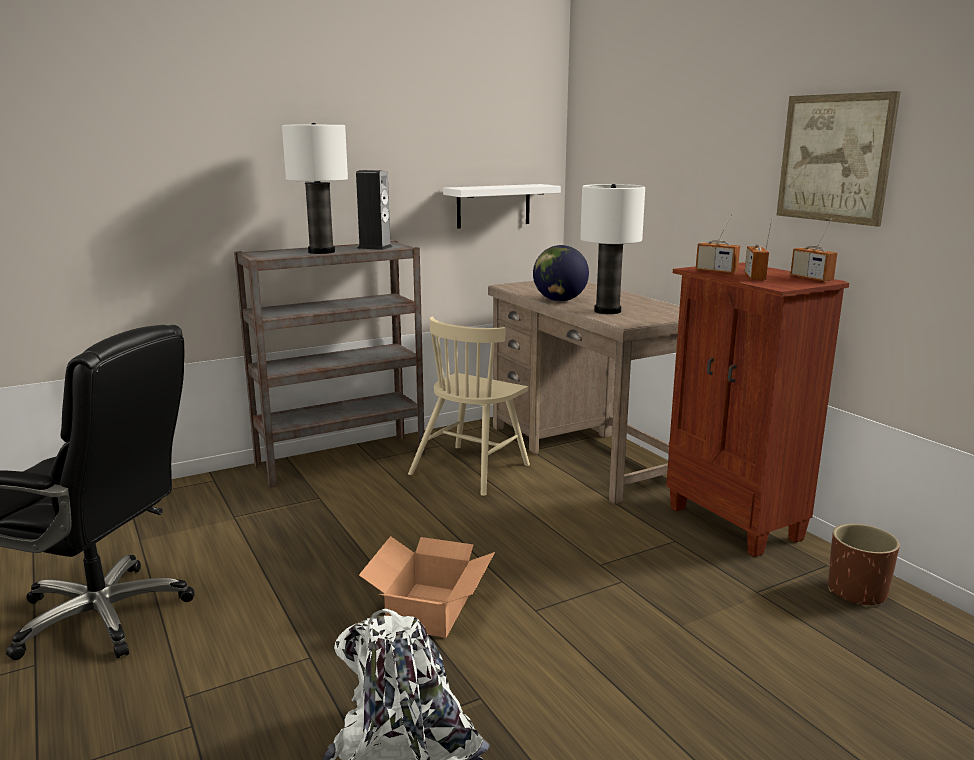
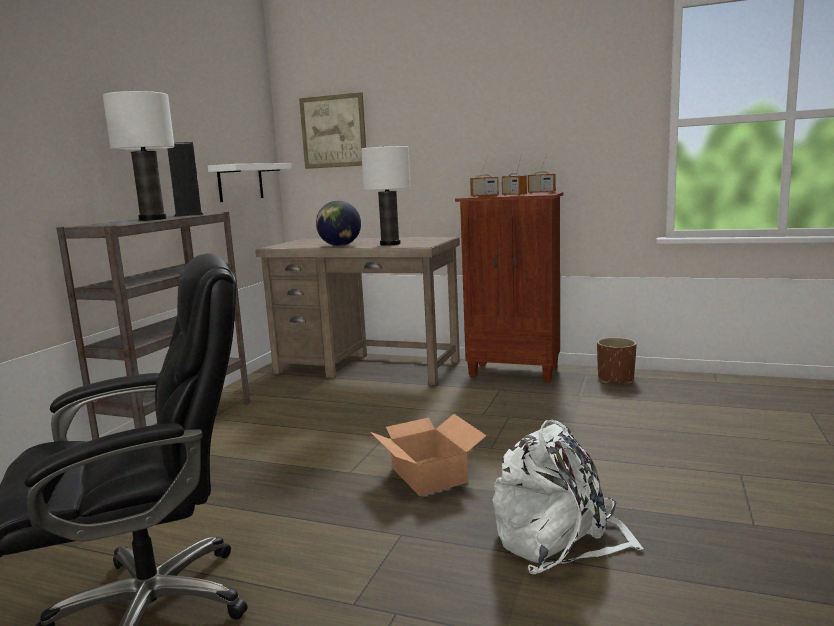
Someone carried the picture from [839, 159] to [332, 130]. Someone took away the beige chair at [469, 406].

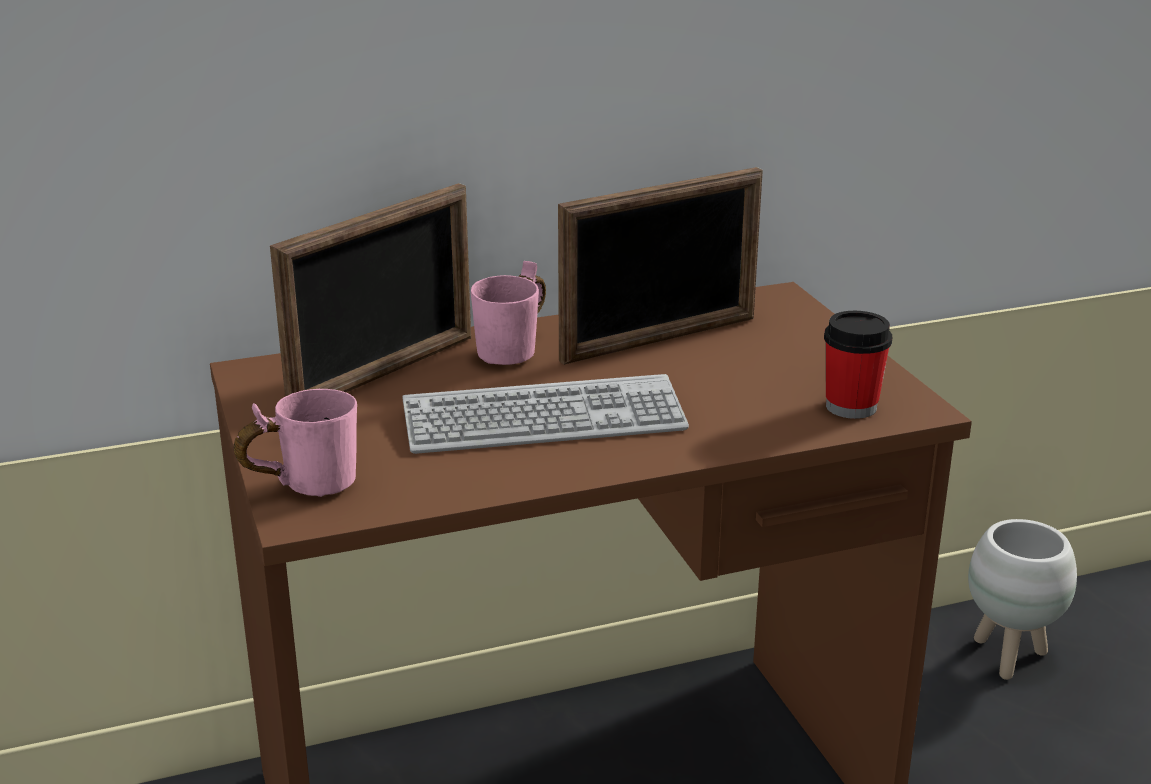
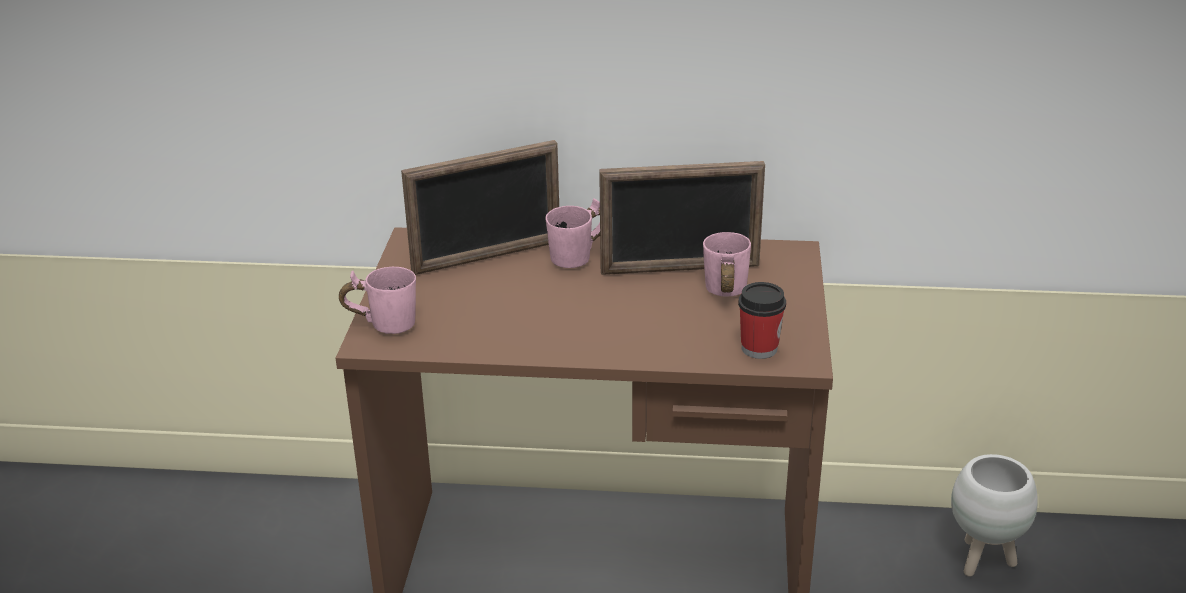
Someone put down the pink mug at [727, 264]. Someone took away the keyboard at [545, 414].

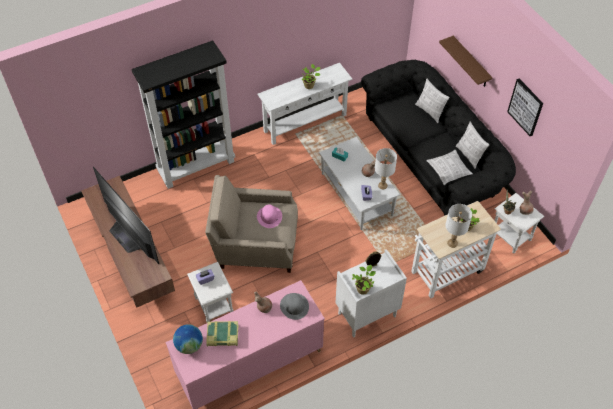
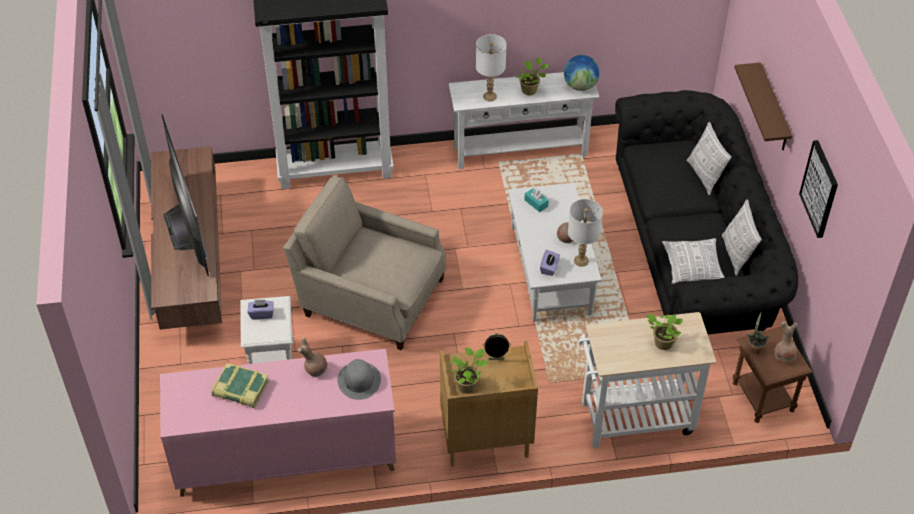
Someone repainted the white cabinet at [371, 293], which became the brown cabinet at [489, 403]. Someone carried the white table lamp from [458, 226] to [491, 67]. Someone carried the globe from [188, 339] to [582, 73]. Someone repainted the white side table at [519, 223], which became the brown side table at [773, 374]. Someone took away the pink hat at [269, 216].

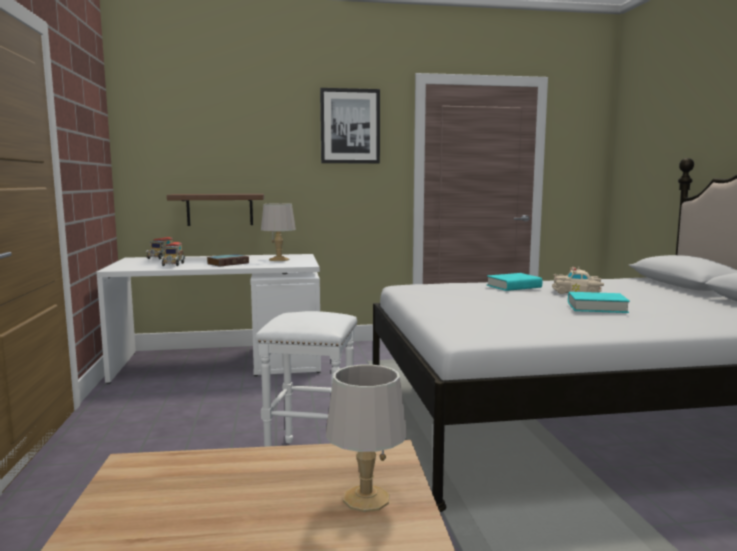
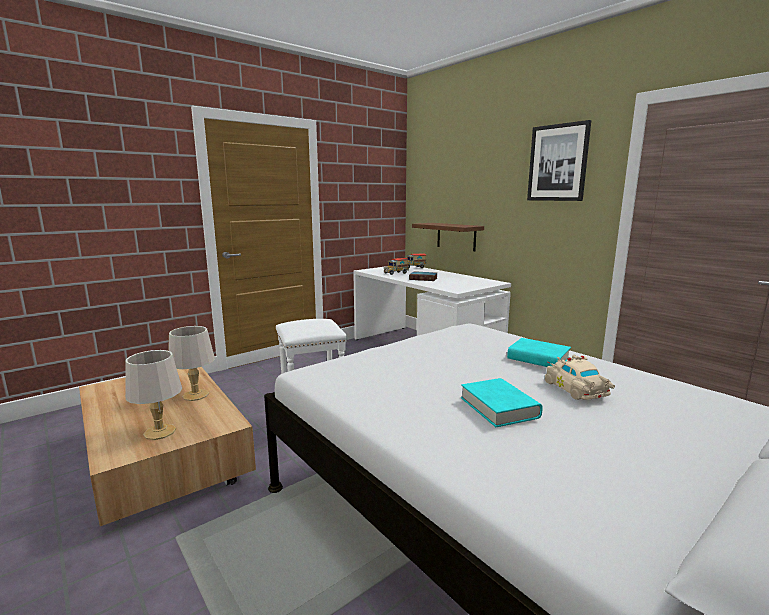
Someone carried the grey table lamp from [278, 232] to [191, 363].

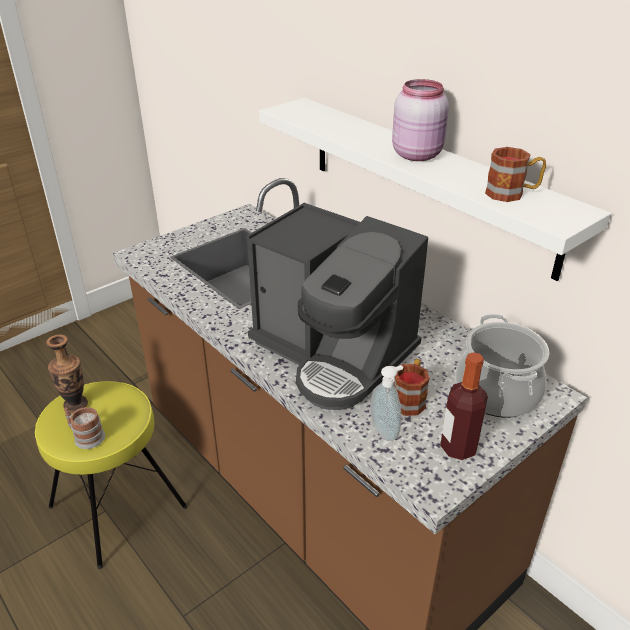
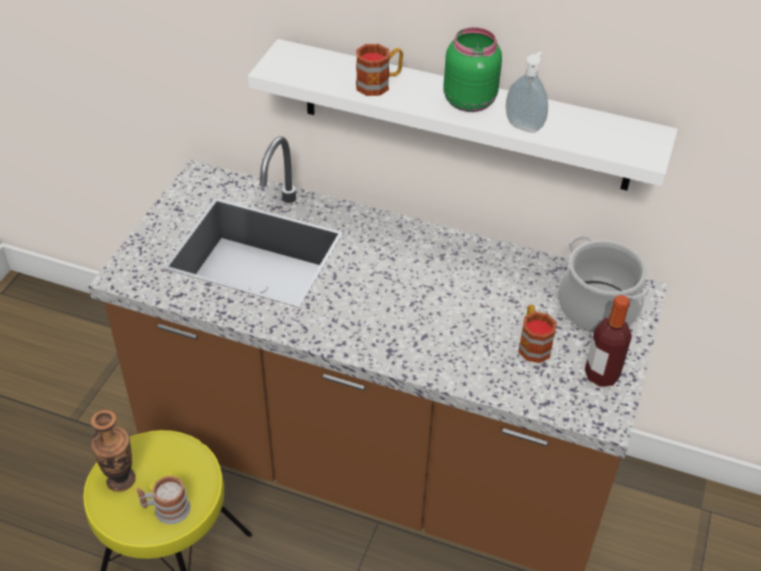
Someone carried the mug from [515, 174] to [379, 70]. Someone repainted the pink jar at [420, 120], which became the green jar at [472, 69]. Someone carried the soap dispenser from [387, 403] to [527, 92]. Someone took away the coffee machine at [337, 306].

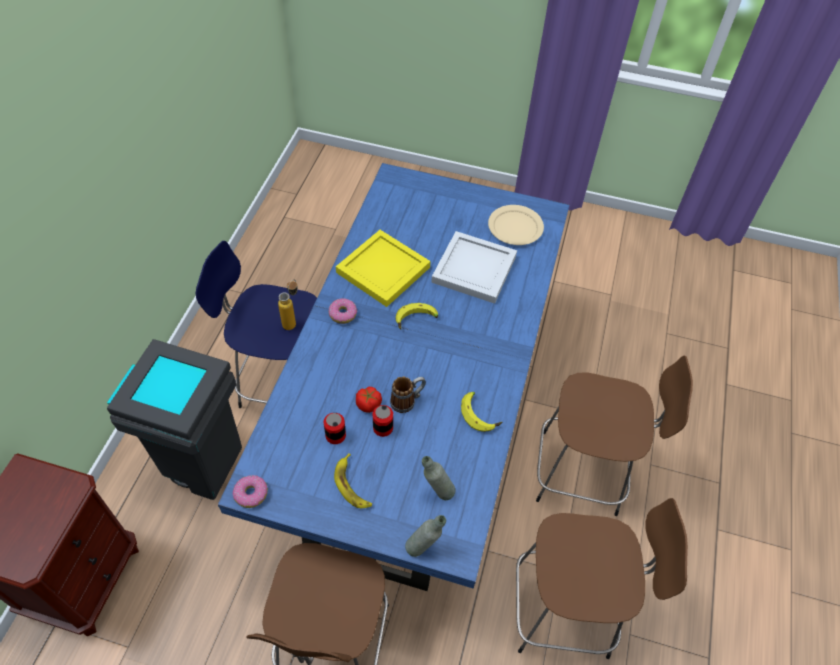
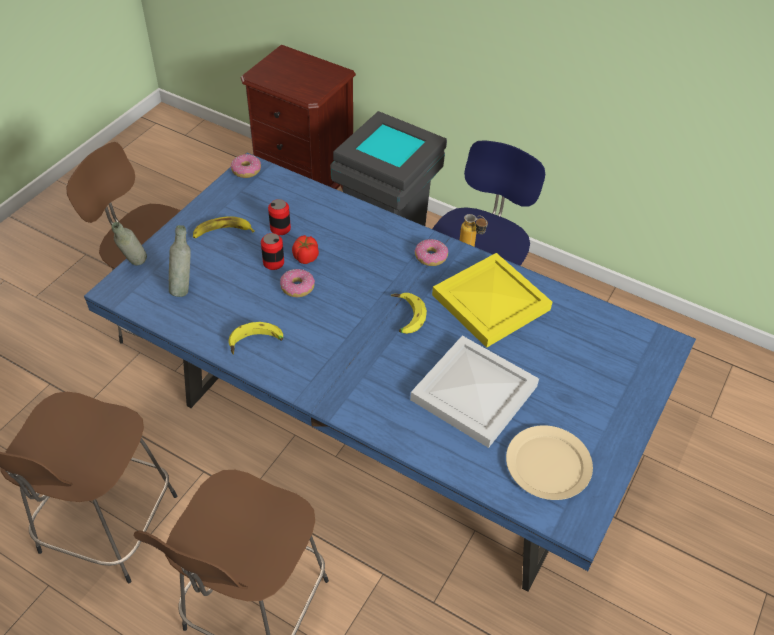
Someone swapped the mug at [408, 395] for the donut at [297, 283].

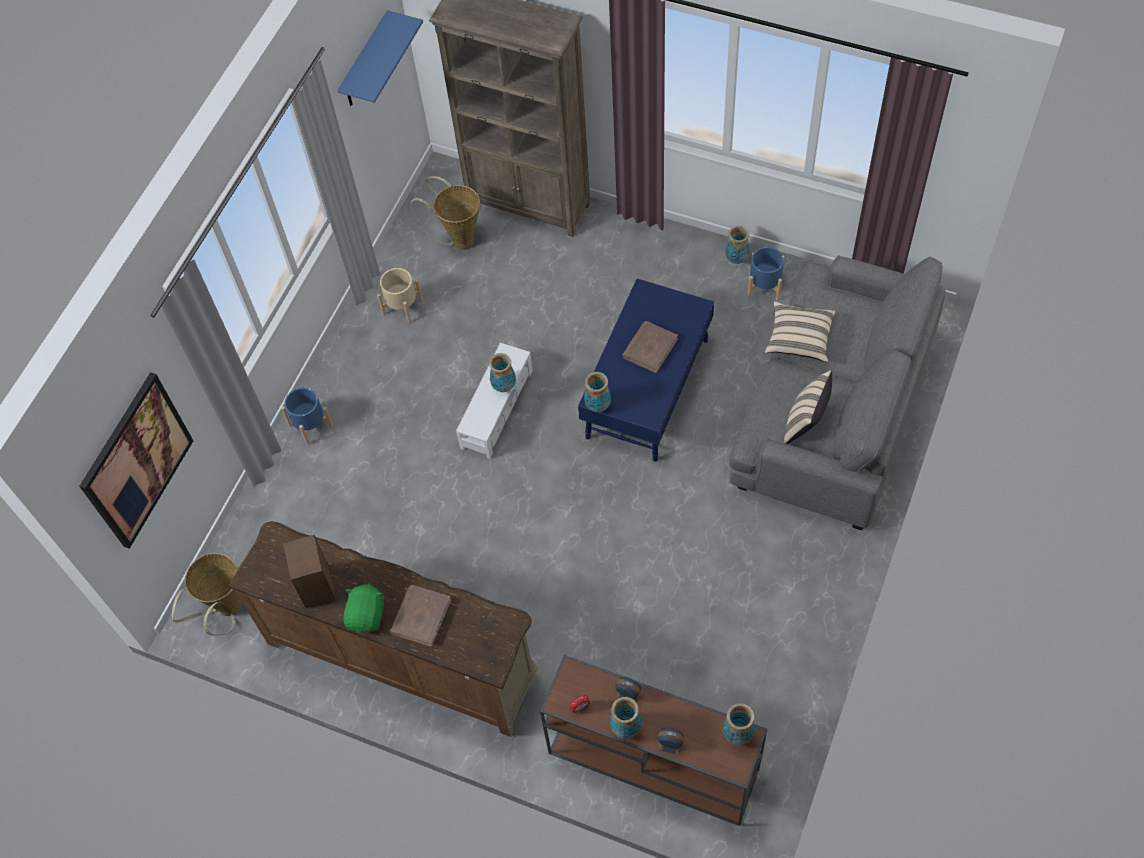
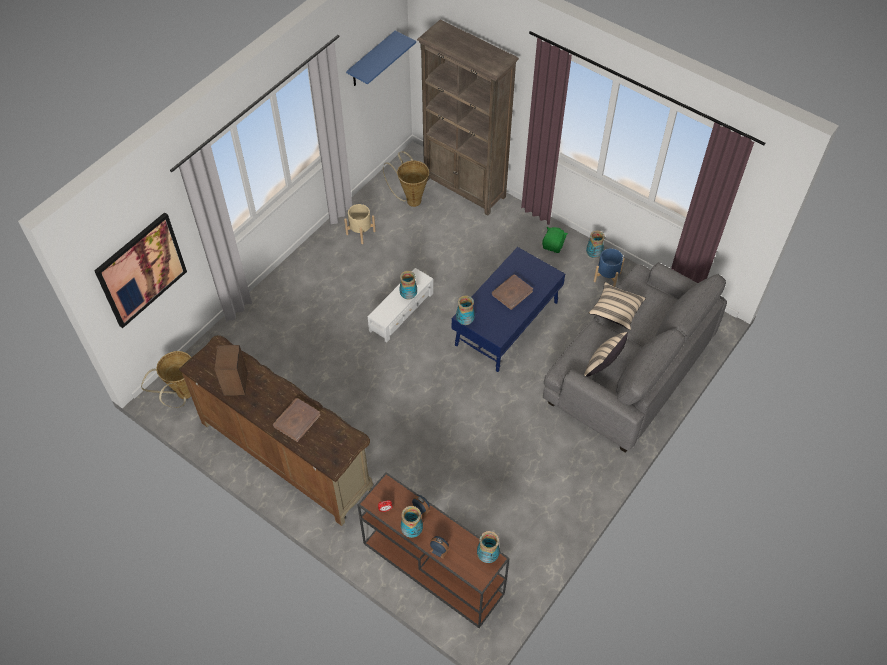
Someone carried the green plush toy from [363, 608] to [555, 240]. Someone took away the blue planter at [307, 416].

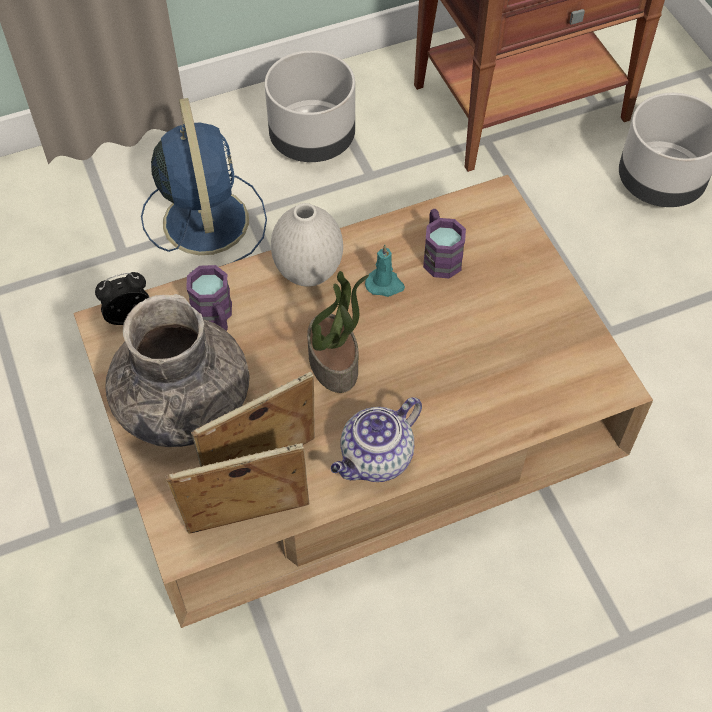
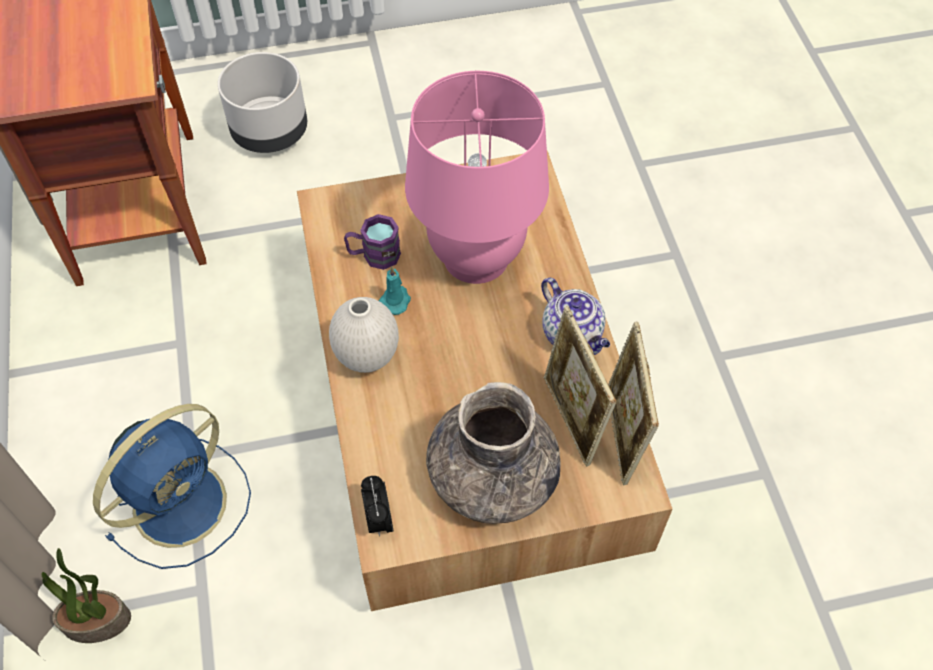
Someone carried the potted plant from [338, 332] to [86, 595]. Someone rotated the blue fan at [204, 185] by 135 degrees clockwise. Someone put down the pink table lamp at [477, 177]. Someone took away the purple mug at [209, 298]. Someone took away the grey planter at [310, 106].

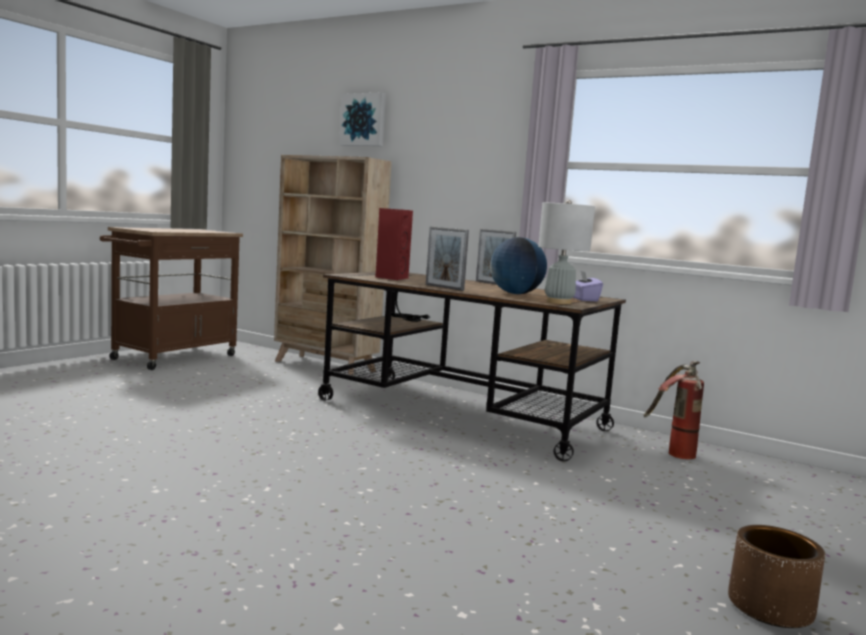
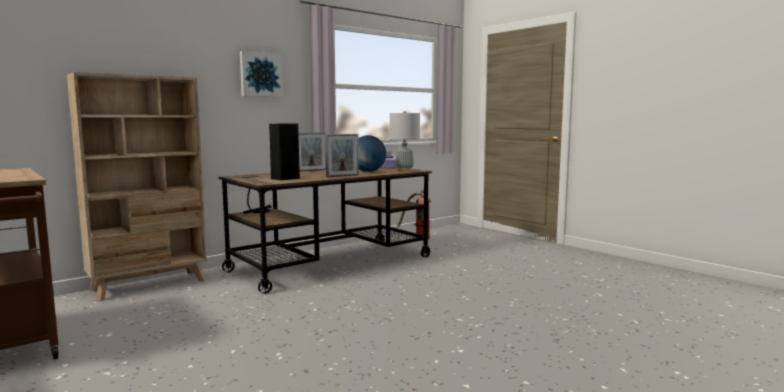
Someone carried the picture from [362, 119] to [261, 74]. Someone repainted the red speaker at [394, 244], which became the black speaker at [284, 152]. Someone took away the brown planter at [776, 576].

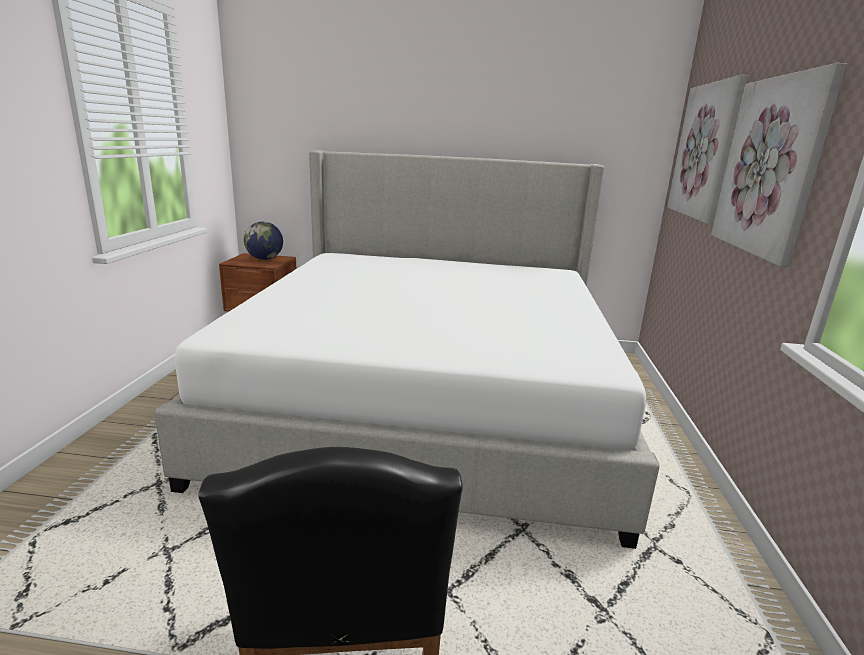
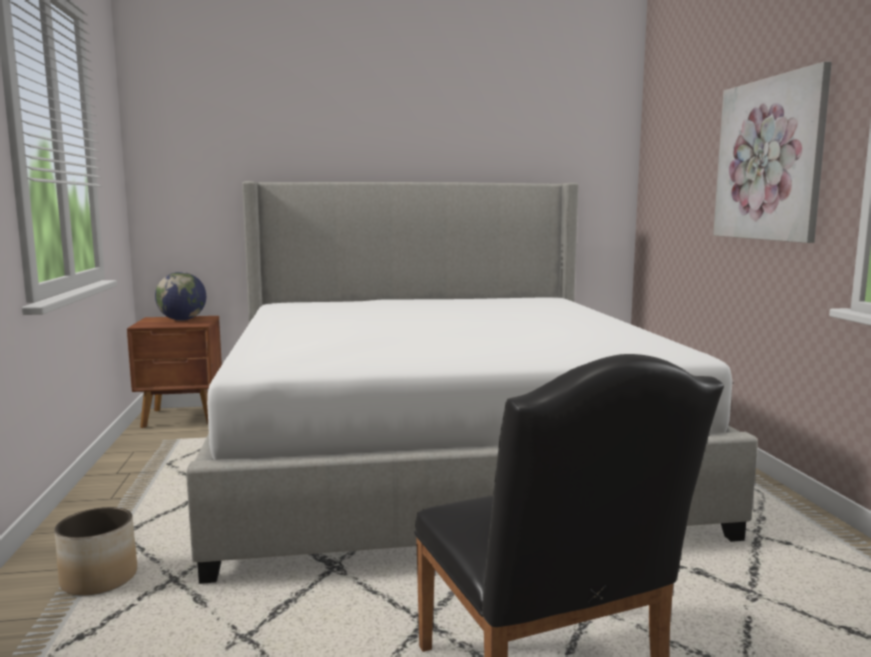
Someone put down the planter at [95, 551]. Someone took away the picture at [707, 149].

